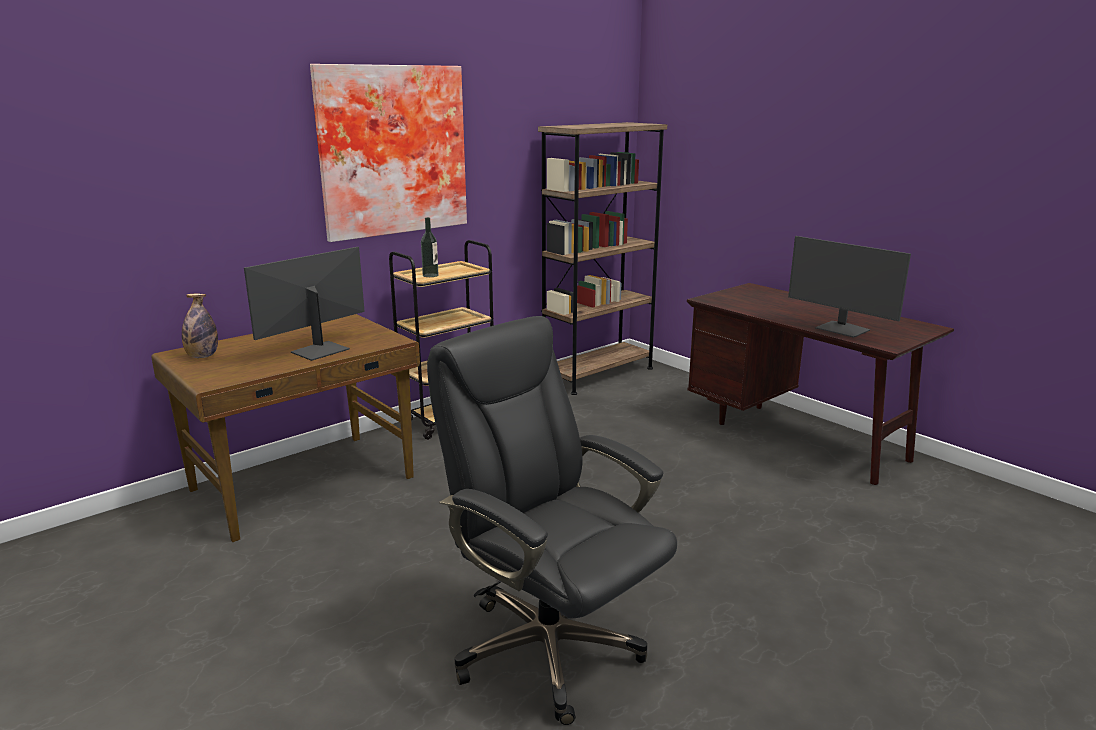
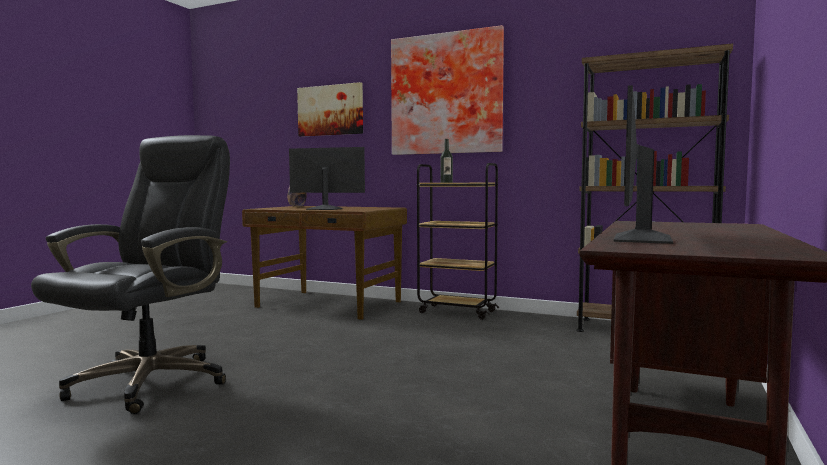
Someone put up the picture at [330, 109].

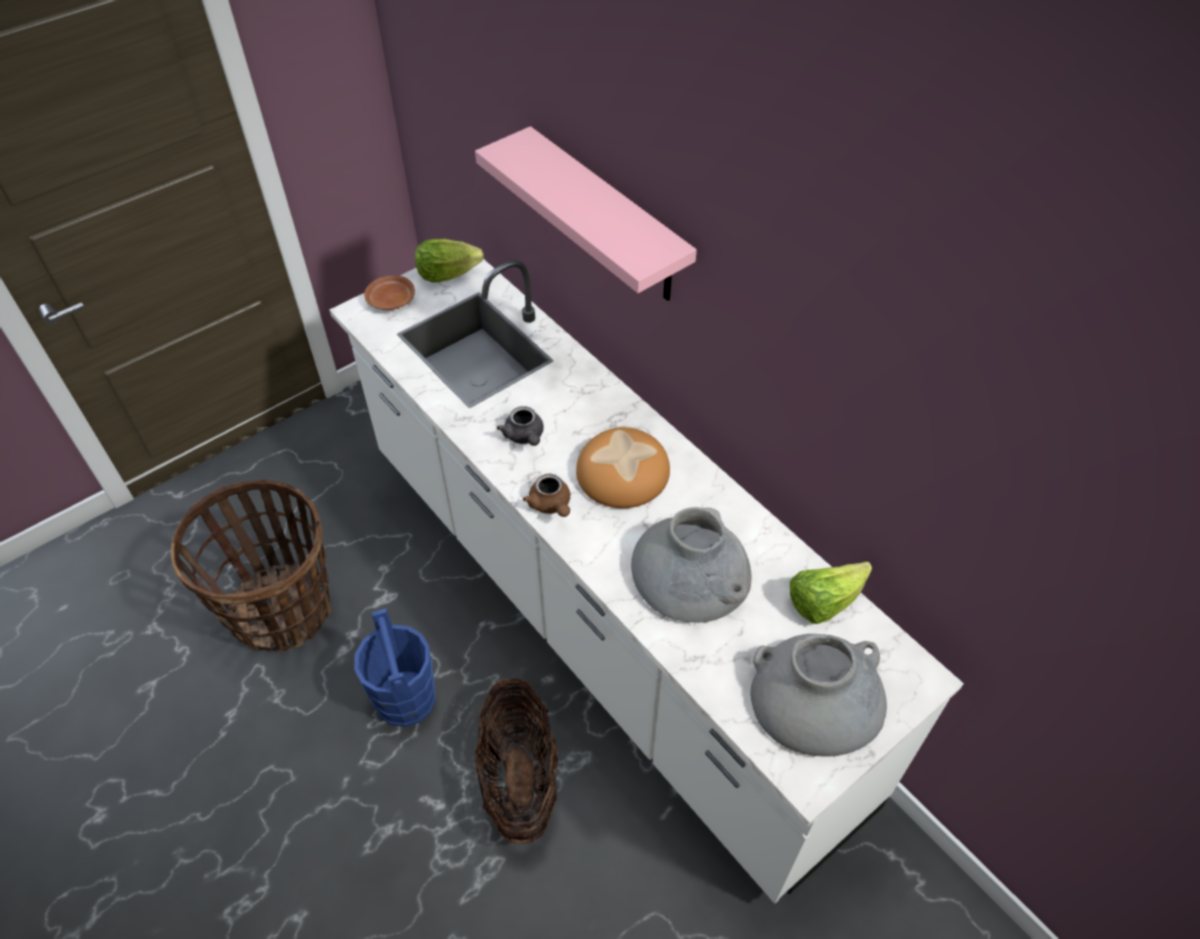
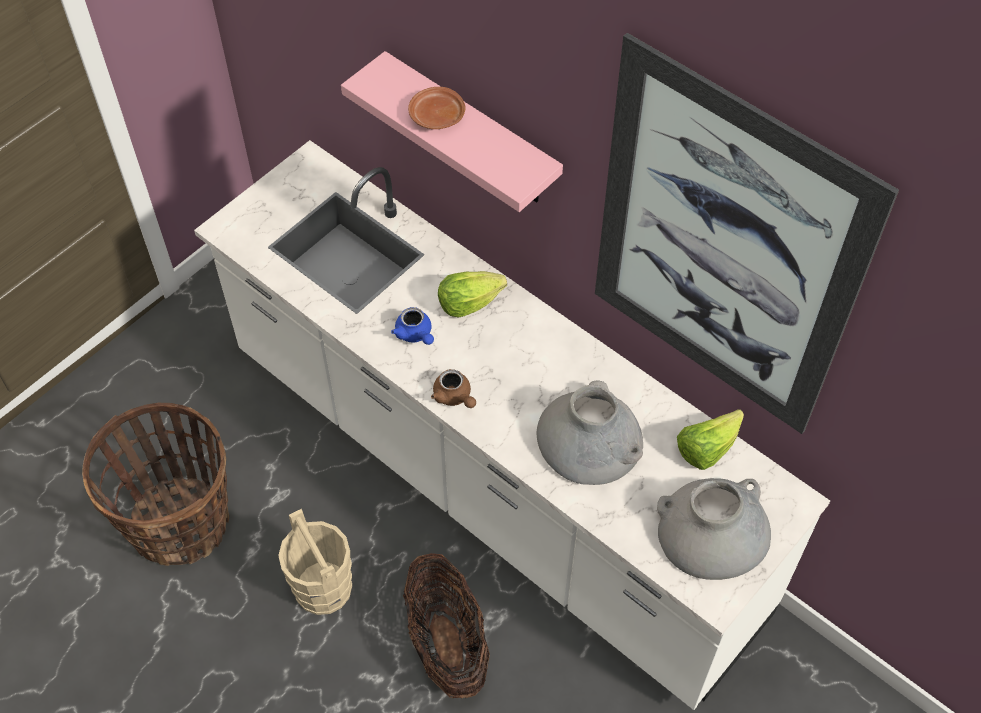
Someone repainted the blue bucket at [395, 667], which became the beige bucket at [315, 562]. Someone repainted the grey teapot at [520, 426], which became the blue teapot at [412, 326]. Someone carried the brown plate from [389, 292] to [436, 108]. Someone carried the lettuce from [449, 261] to [472, 294]. Someone put up the picture at [747, 233]. Someone took away the bread at [623, 467].

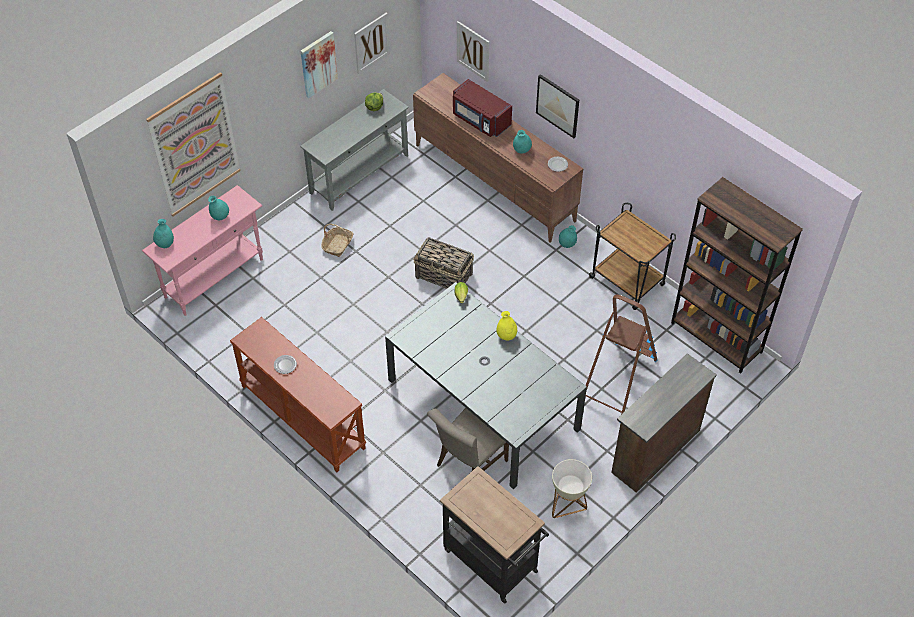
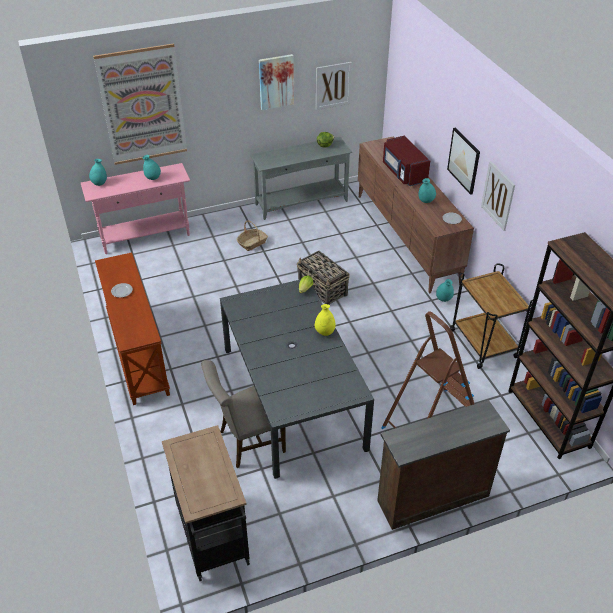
Someone carried the picture from [473, 51] to [498, 196]. Someone took away the planter at [572, 488].

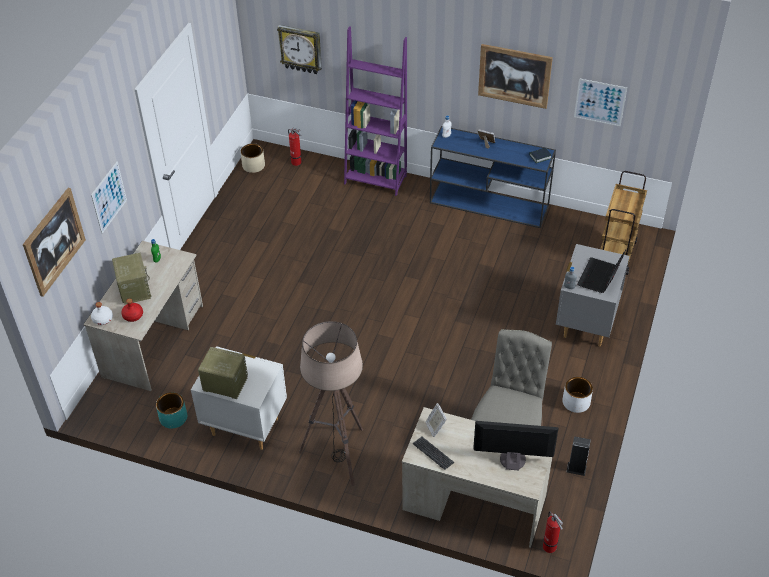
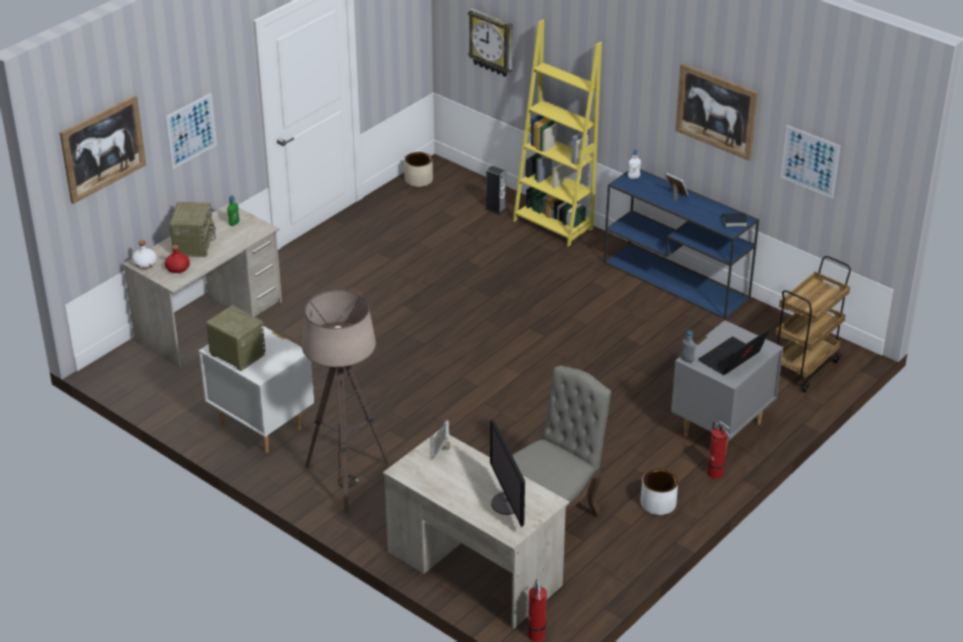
Someone carried the speaker from [579, 456] to [496, 190]. Someone rotated the monitor at [516, 445] by 135 degrees counterclockwise. Someone repainted the purple bookcase at [375, 111], which became the yellow bookcase at [557, 133]. Someone carried the fire extinguisher from [295, 147] to [719, 450]. Someone took away the turquoise planter at [171, 410]. Someone took away the keyboard at [433, 453].

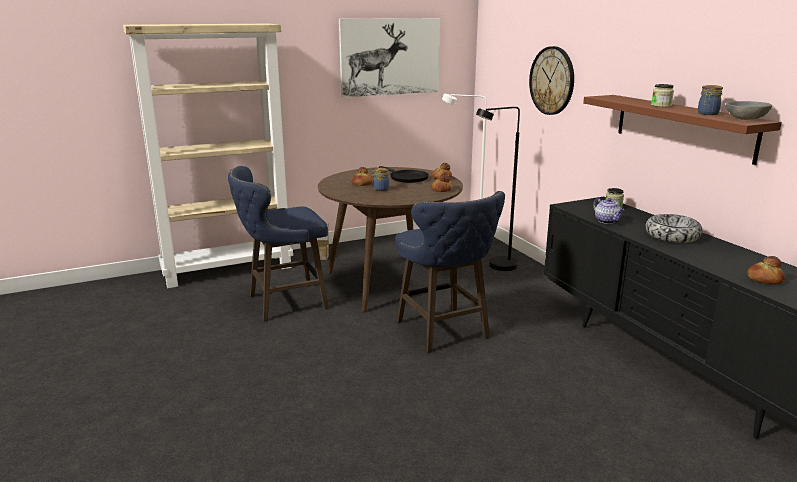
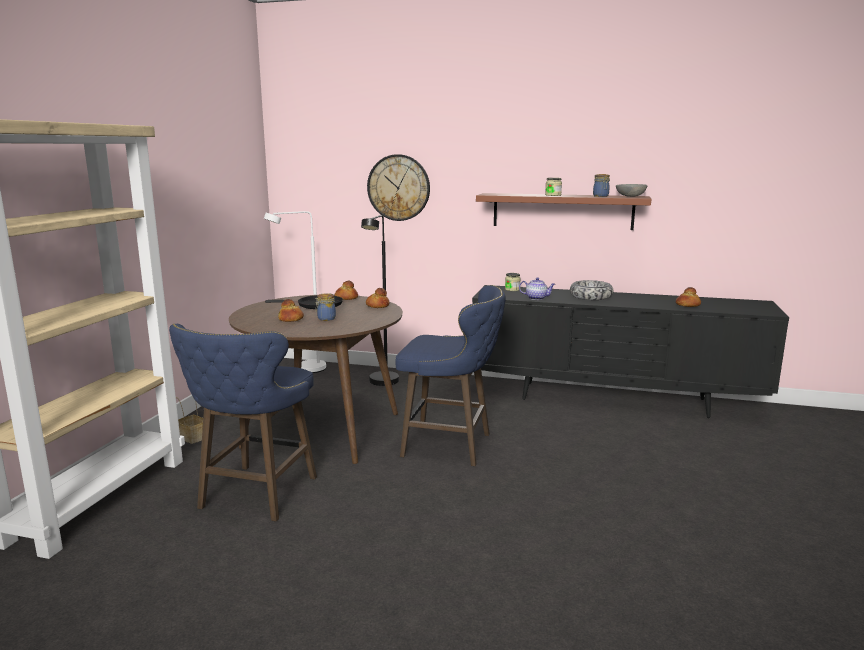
Someone took away the picture at [389, 58].

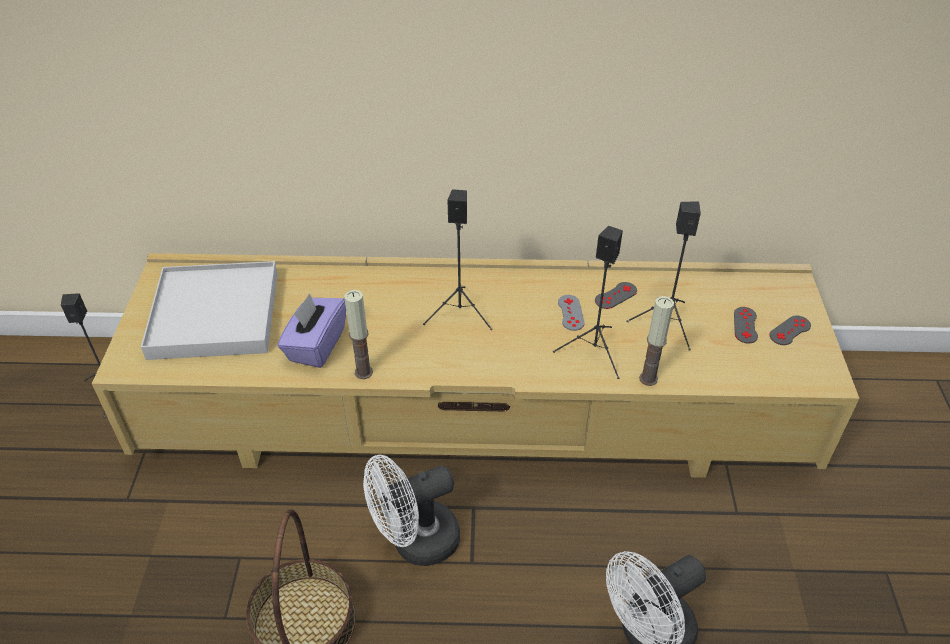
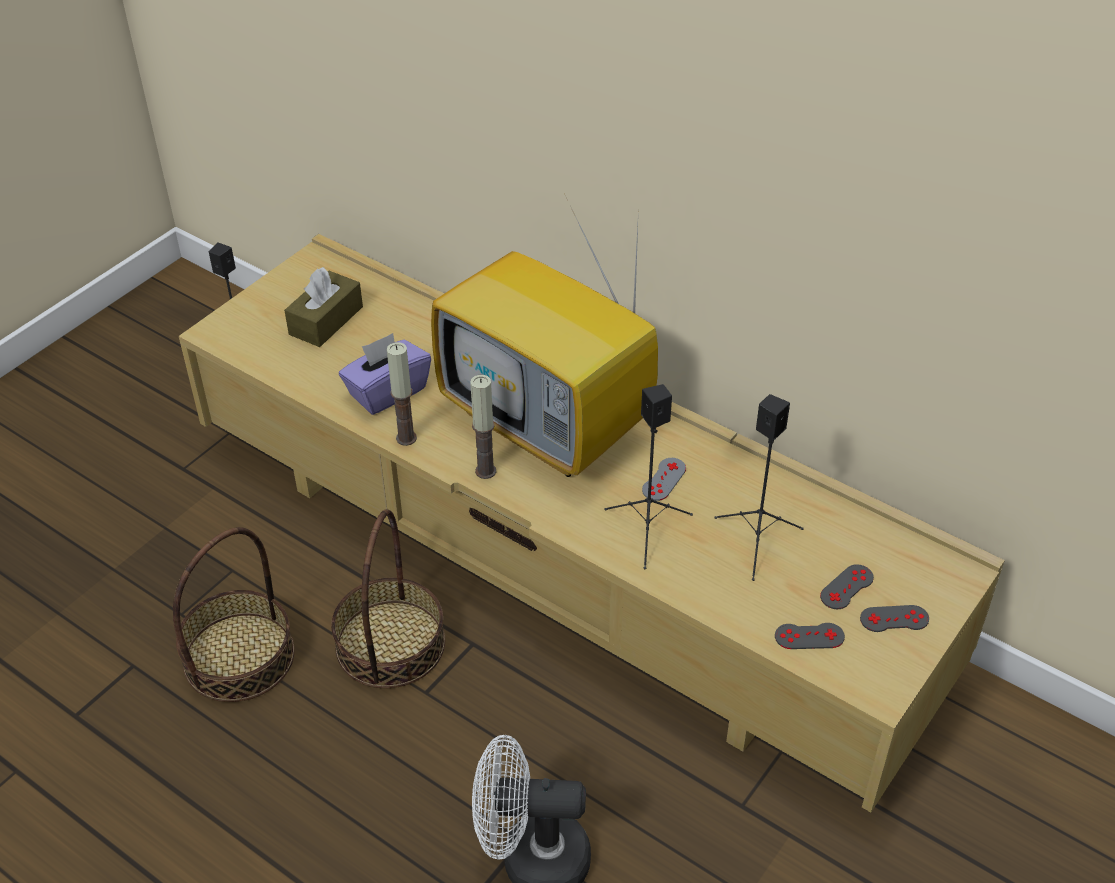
Someone swapped the white tray at [209, 310] for the brown tissue box at [323, 307]. Someone swapped the white fan at [411, 510] for the basket at [388, 598]. Someone swapped the black speaker at [457, 259] for the television at [544, 342]. Someone carried the candle from [656, 341] to [483, 427]. Someone carried the grey game controller from [616, 295] to [810, 636].

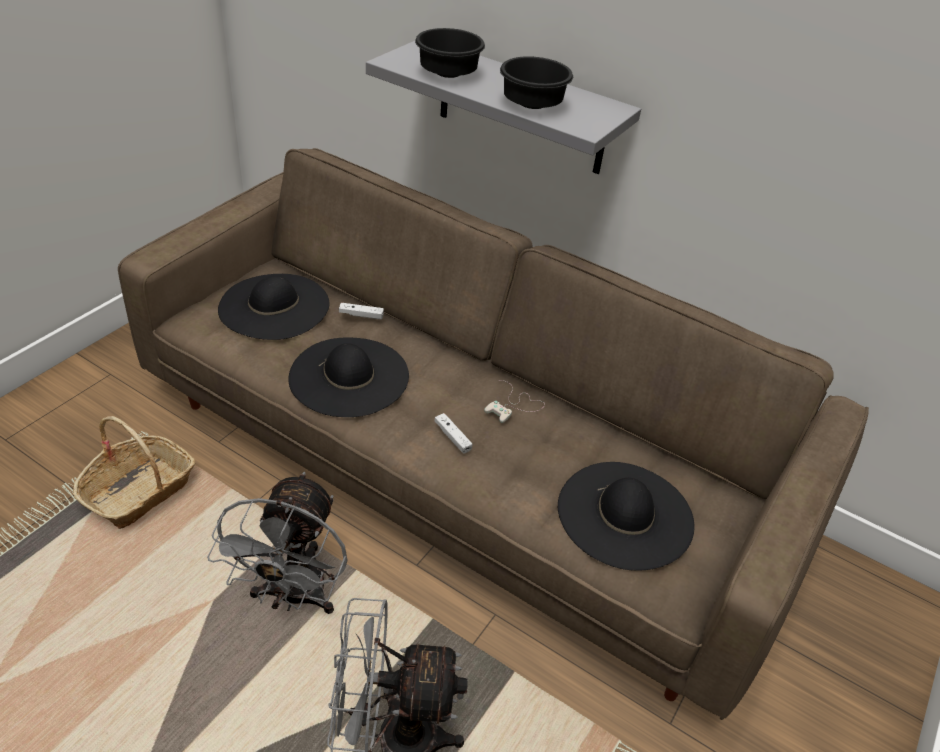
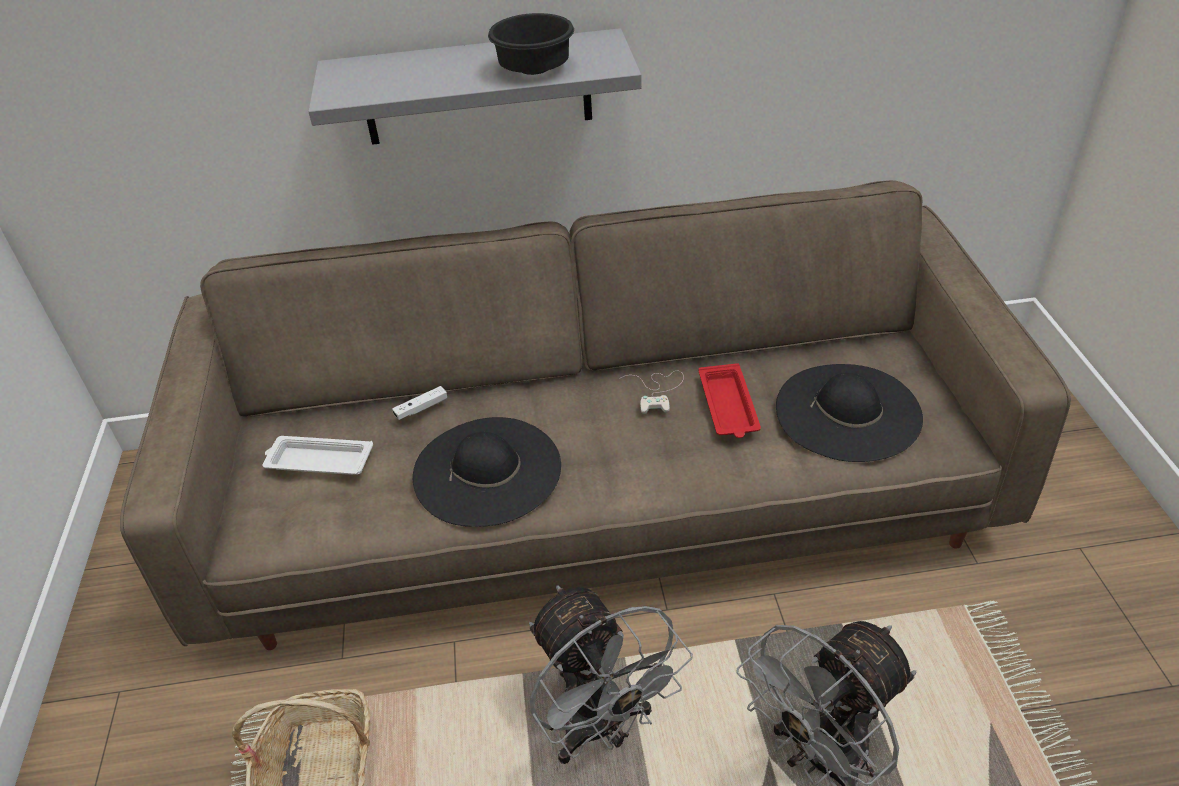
Someone swapped the black hat at [273, 307] for the white tray at [317, 455]. Someone put down the red tray at [730, 400]. Someone took away the black bowl at [450, 53]. Someone took away the white game controller at [453, 433].

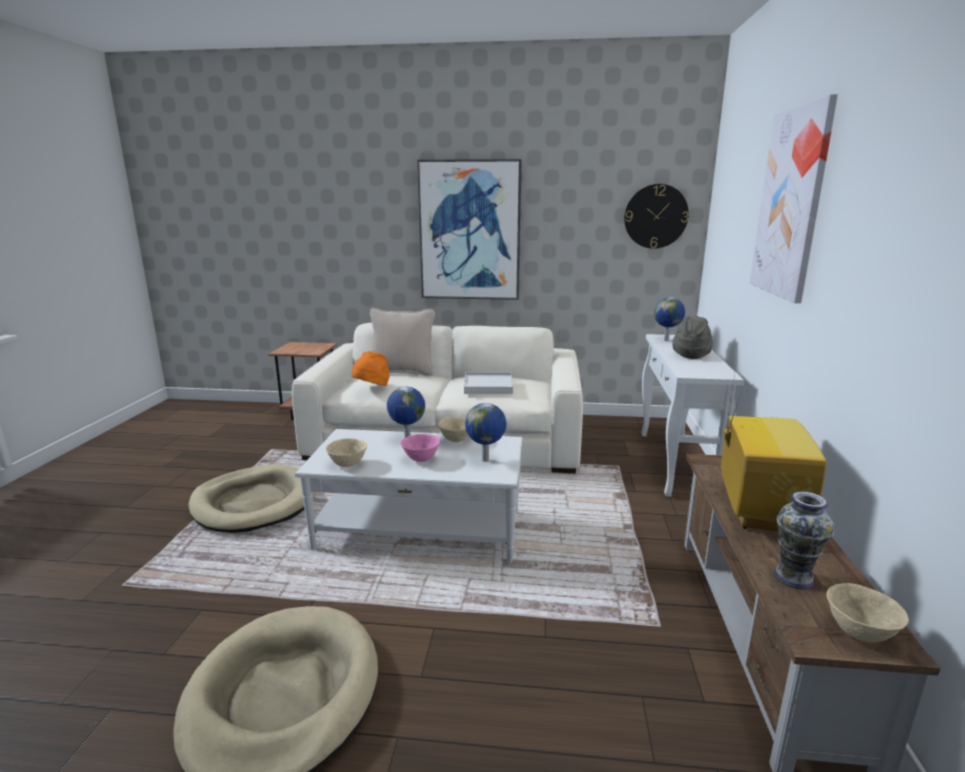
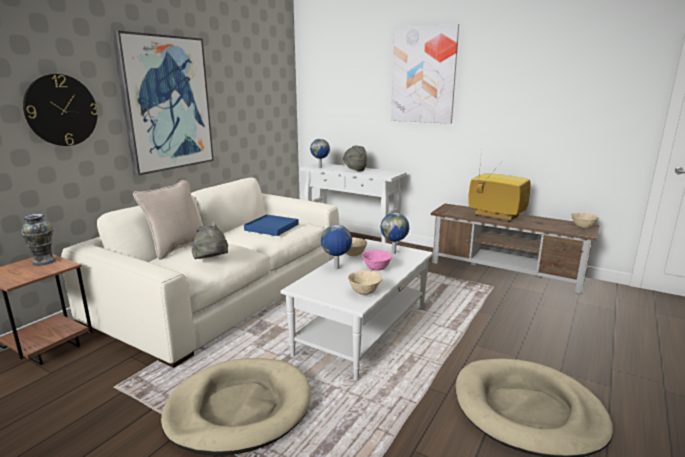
Someone carried the vase from [804, 540] to [38, 240]. Someone carried the wall clock from [656, 216] to [60, 110]. Someone repainted the orange hat at [370, 368], which became the grey hat at [210, 242]. Someone repainted the white tray at [488, 383], which became the blue tray at [271, 225].

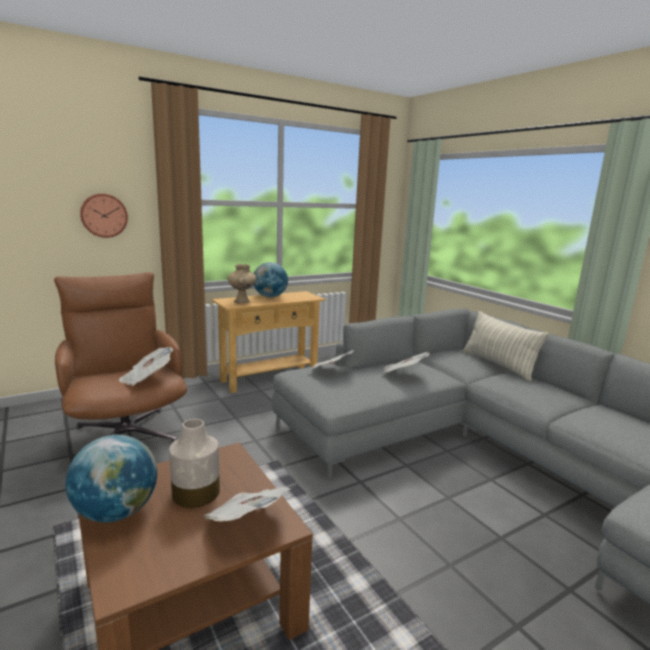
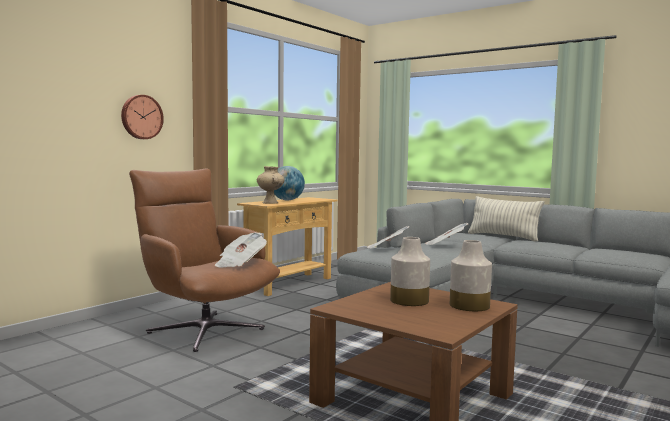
Someone swapped the newspaper at [247, 504] for the beige vase at [471, 275]. Someone took away the globe at [111, 479].

